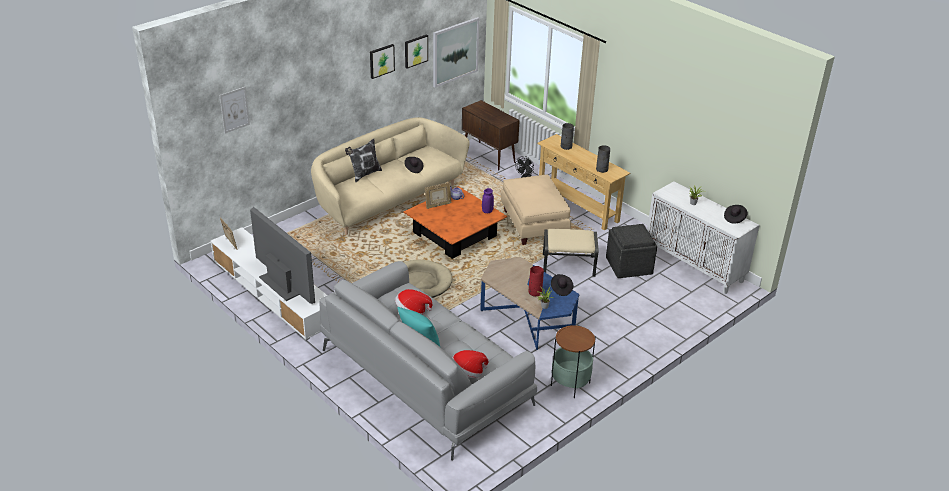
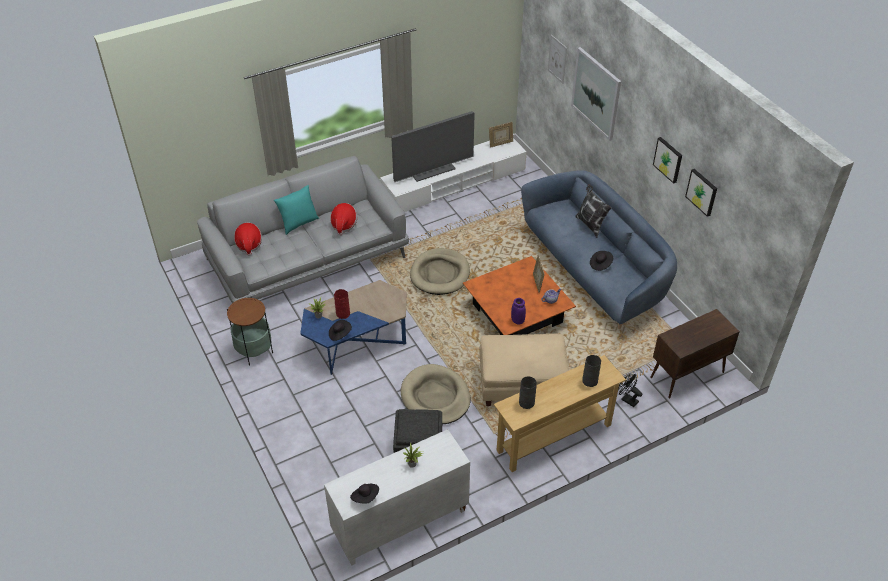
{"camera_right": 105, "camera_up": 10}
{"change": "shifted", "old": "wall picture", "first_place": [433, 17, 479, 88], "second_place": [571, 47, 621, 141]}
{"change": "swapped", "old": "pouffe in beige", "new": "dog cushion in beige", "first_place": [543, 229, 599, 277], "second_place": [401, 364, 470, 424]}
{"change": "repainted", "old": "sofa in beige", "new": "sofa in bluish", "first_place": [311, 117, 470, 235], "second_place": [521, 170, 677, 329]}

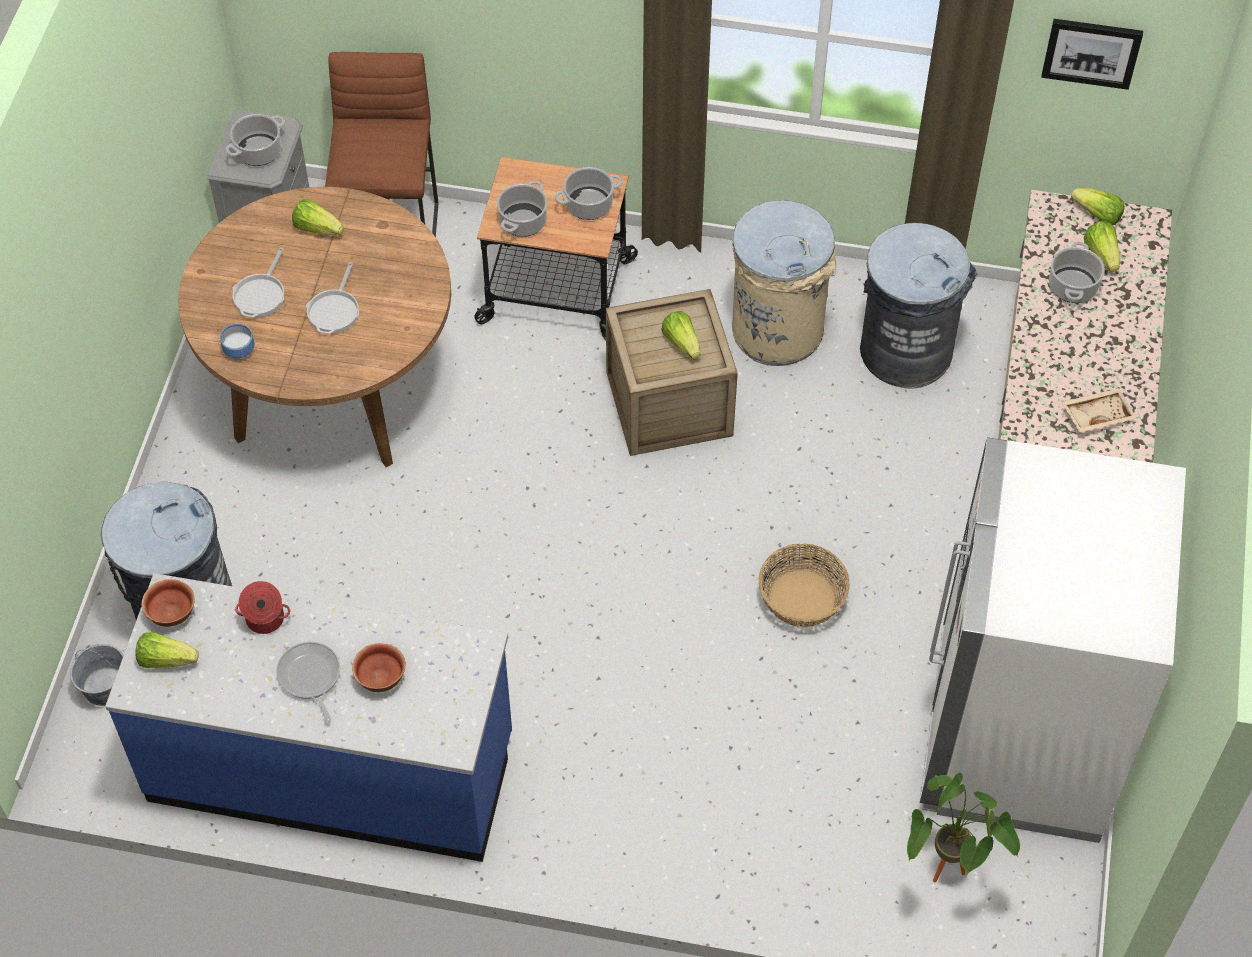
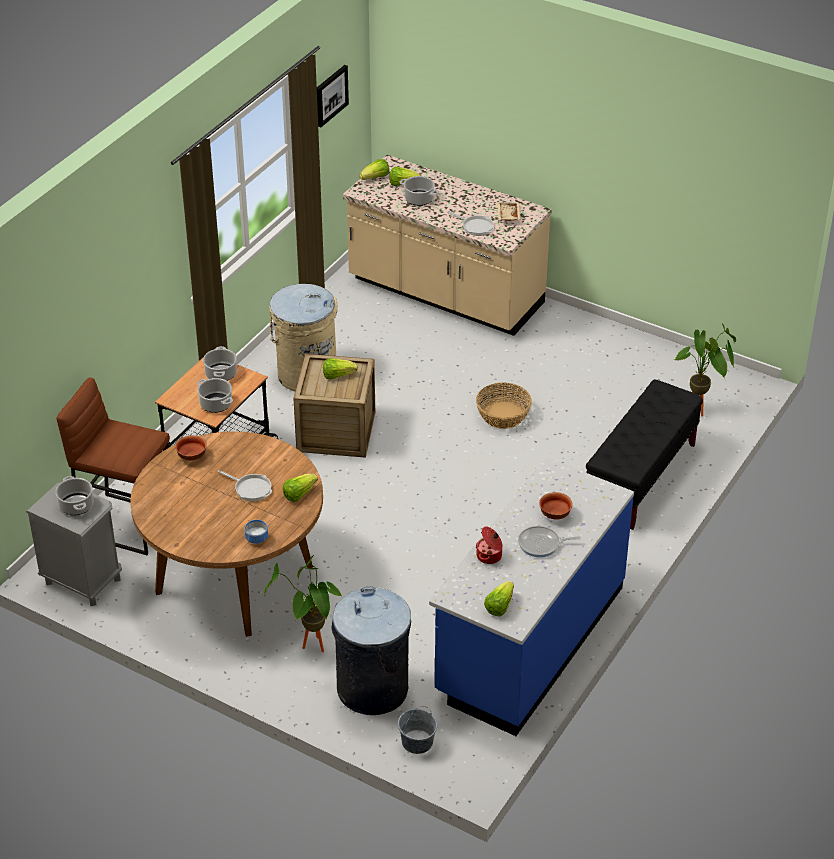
{"camera_right": -70, "camera_up": -15}
{"change": "gone", "old": "waste bin in gray", "first_place": [860, 223, 977, 389]}
{"change": "gone", "old": "refrigerator in white", "first_place": [920, 437, 1186, 843]}
{"change": "new", "new": "houseplant", "second_place": [264, 555, 343, 652]}
{"change": "new", "new": "long seat in black-coloured", "second_place": [586, 380, 703, 530]}
{"change": "shifted", "old": "bowl", "first_place": [141, 579, 195, 627], "second_place": [175, 435, 207, 461]}
{"change": "shifted", "old": "skillet", "first_place": [232, 248, 284, 318], "second_place": [447, 211, 495, 236]}
{"change": "shifted", "old": "head of lettuce", "first_place": [292, 199, 344, 235], "second_place": [283, 474, 318, 502]}

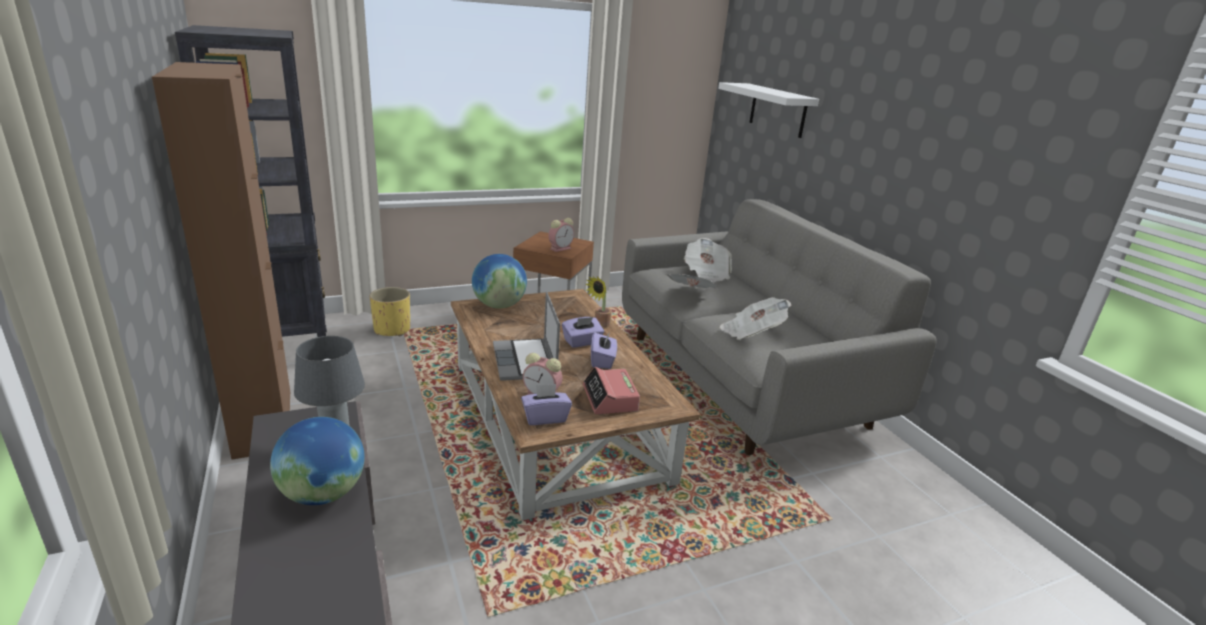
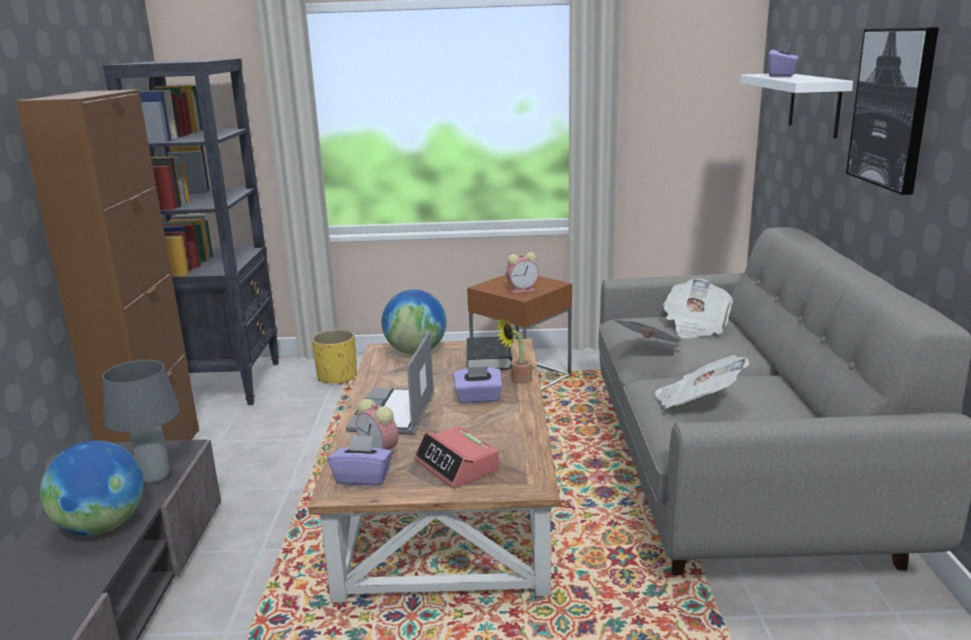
{"camera_right": 25, "camera_up": -5}
{"change": "new", "new": "book in black-coloured", "second_place": [467, 337, 512, 370]}
{"change": "new", "new": "wall picture", "second_place": [846, 27, 939, 195]}
{"change": "shifted", "old": "tissue box in purple", "first_place": [591, 333, 617, 369], "second_place": [768, 41, 799, 77]}
{"change": "rotated", "old": "bedside clock", "first_place": [583, 367, 640, 414], "second_place": [414, 426, 499, 488], "degrees": -45}

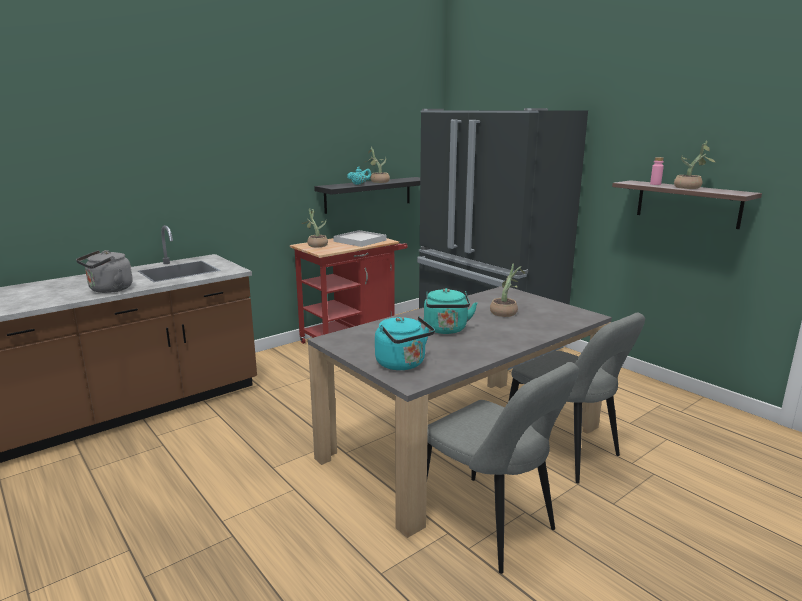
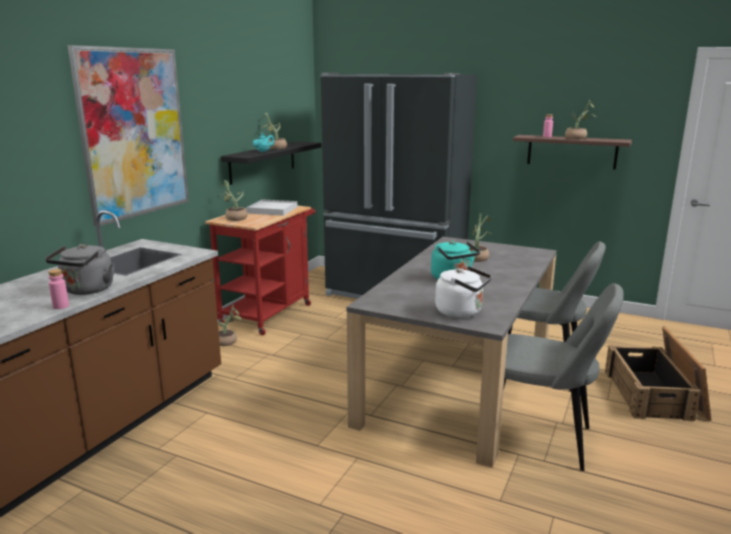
{"camera_right": -25, "camera_up": 0}
{"change": "new", "new": "beverage bottle in pink-coloured", "second_place": [48, 269, 69, 309]}
{"change": "new", "new": "wall picture", "second_place": [68, 45, 189, 227]}
{"change": "new", "new": "houseplant", "second_place": [218, 304, 242, 346]}
{"change": "new", "new": "shipping crate", "second_place": [605, 326, 711, 421]}
{"change": "repainted", "old": "tea kettle in blue-green", "new": "tea kettle in white", "first_place": [375, 316, 435, 370], "second_place": [435, 266, 492, 318]}

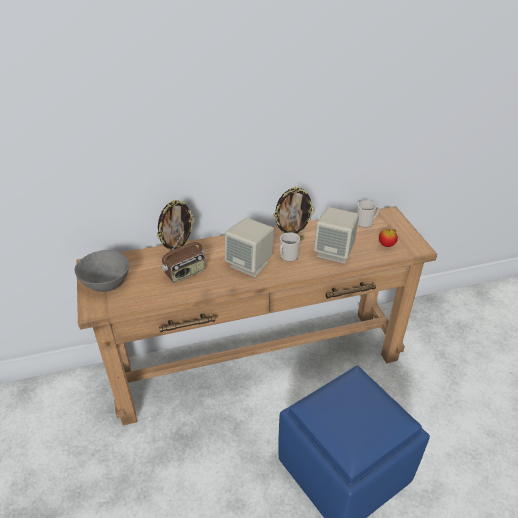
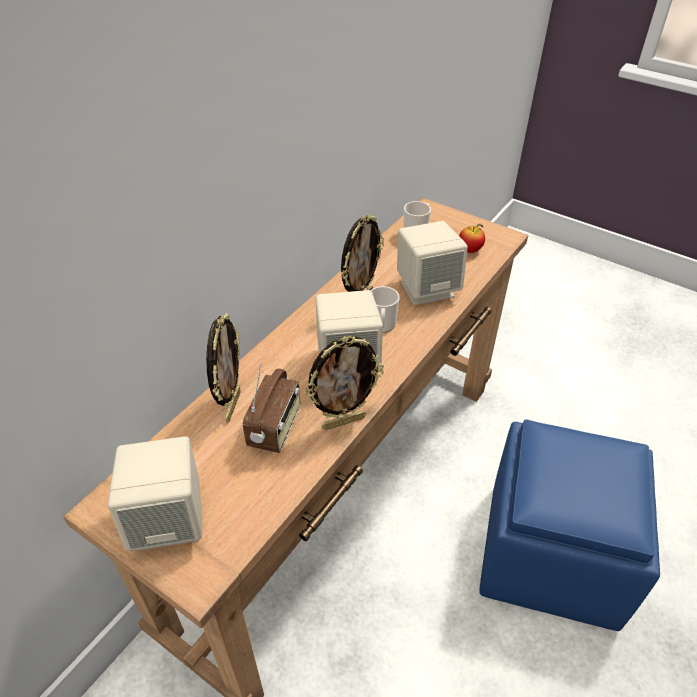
{"camera_right": -40, "camera_up": 5}
{"change": "new", "new": "standing frame", "second_place": [304, 336, 384, 430]}
{"change": "swapped", "old": "bowl in gray", "new": "loudspeaker in beige", "first_place": [74, 250, 129, 292], "second_place": [108, 436, 202, 551]}

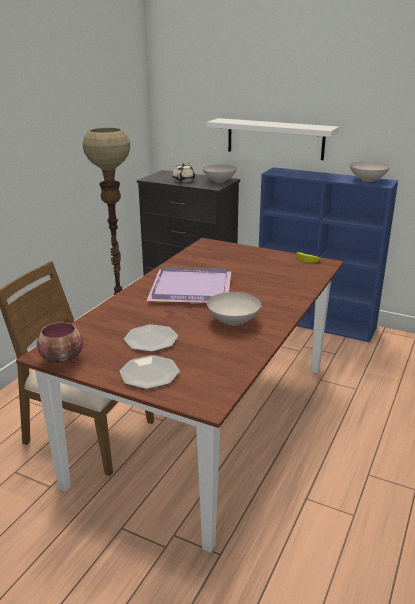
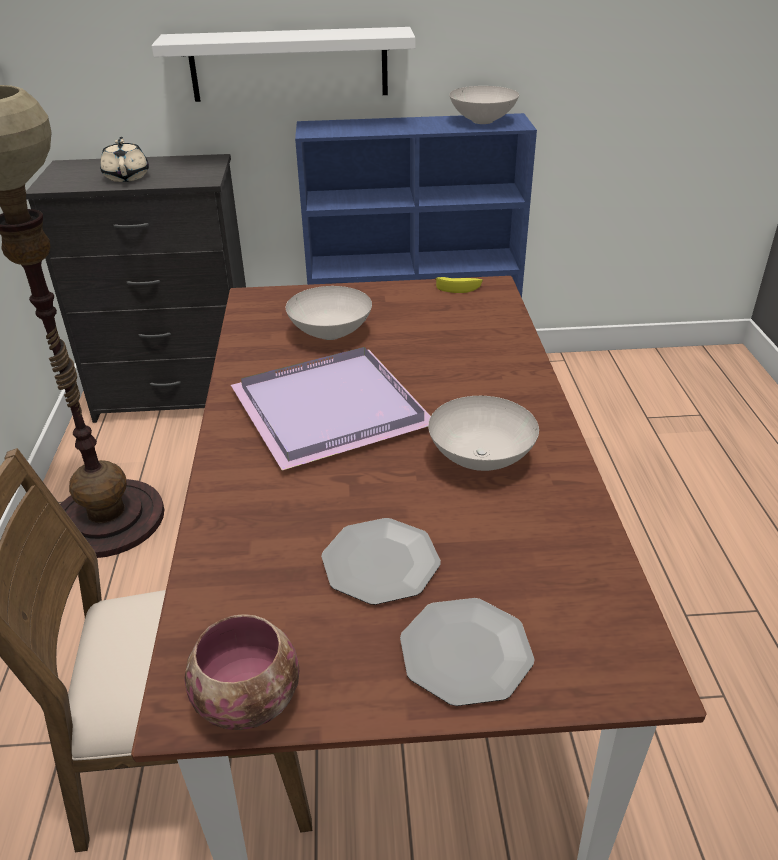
{"camera_right": -30, "camera_up": 10}
{"change": "shifted", "old": "bowl in white", "first_place": [202, 164, 237, 183], "second_place": [286, 286, 372, 340]}

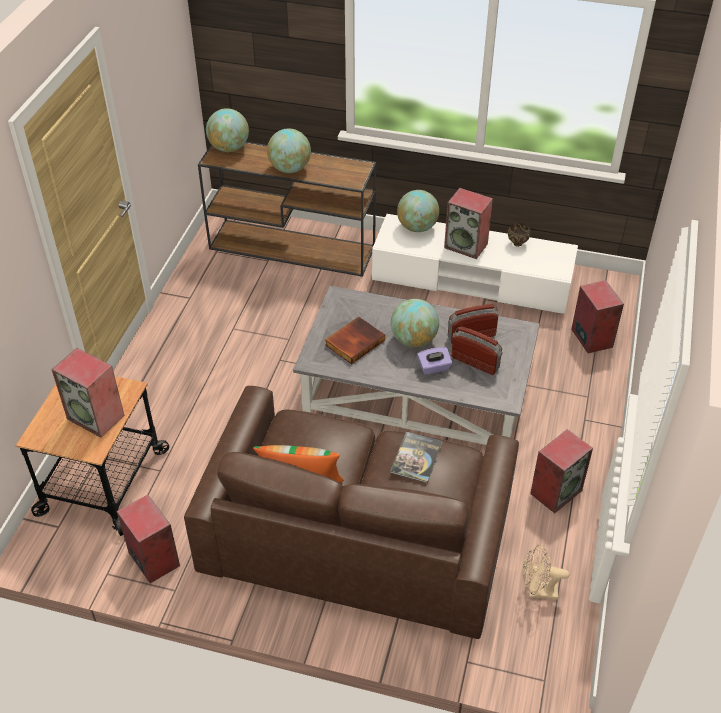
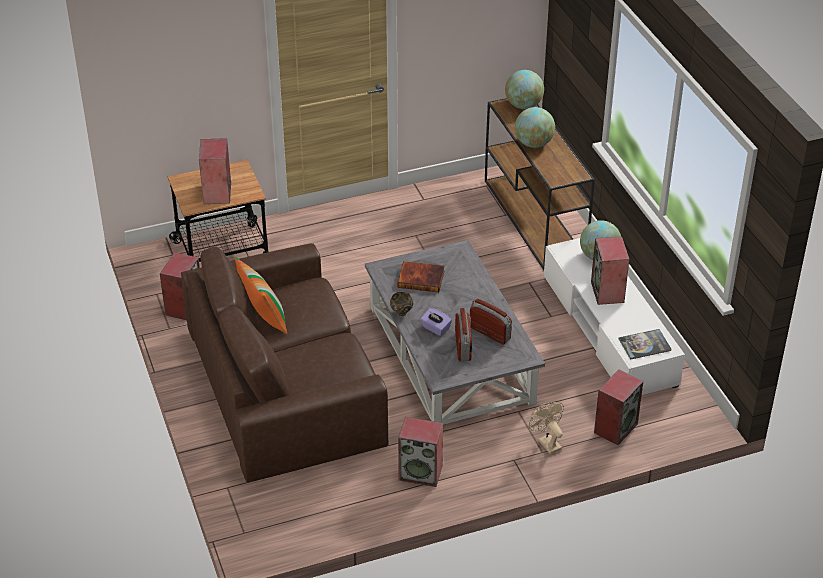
{"camera_right": 55, "camera_up": -5}
{"change": "gone", "old": "desk globe", "first_place": [391, 299, 439, 347]}
{"change": "shifted", "old": "book", "first_place": [390, 431, 443, 483], "second_place": [619, 329, 671, 360]}
{"change": "shifted", "old": "bowl in brown-coloured", "first_place": [508, 223, 531, 247], "second_place": [390, 292, 413, 316]}
{"change": "shifted", "old": "electric fan in beige", "first_place": [523, 544, 569, 599], "second_place": [529, 402, 564, 454]}

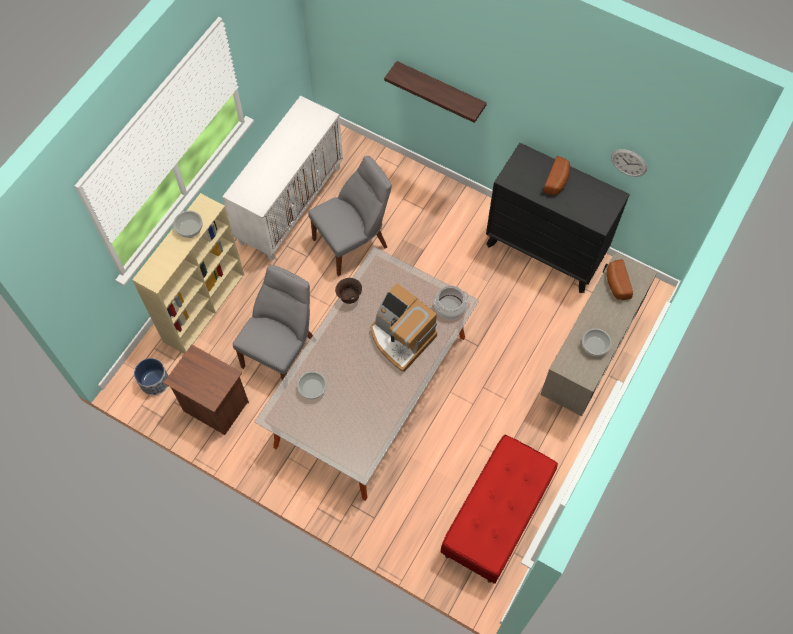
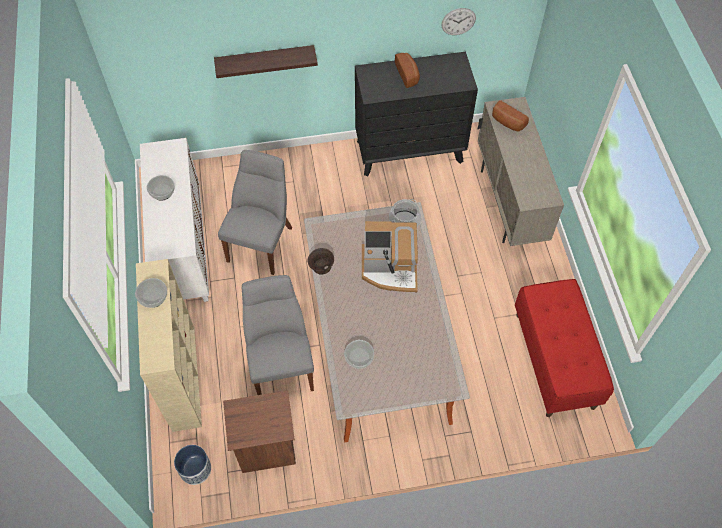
{"camera_right": -40, "camera_up": -5}
{"change": "shifted", "old": "bowl", "first_place": [582, 328, 612, 356], "second_place": [147, 175, 175, 201]}

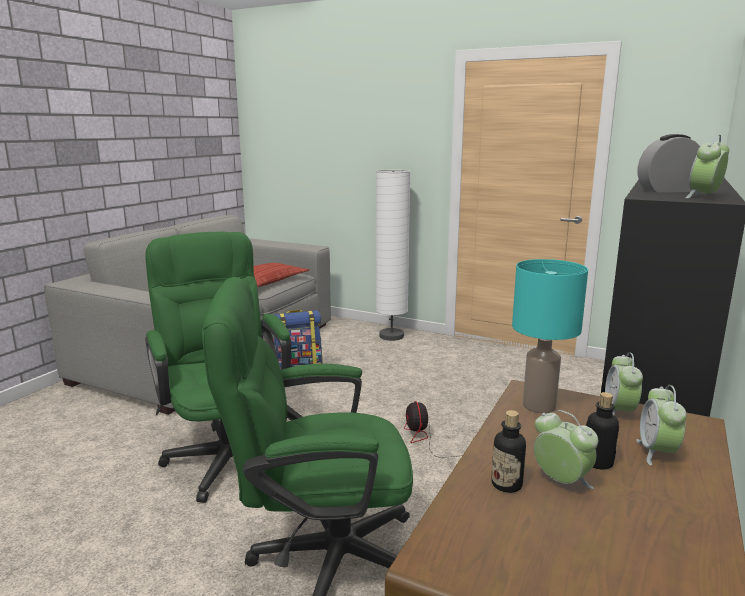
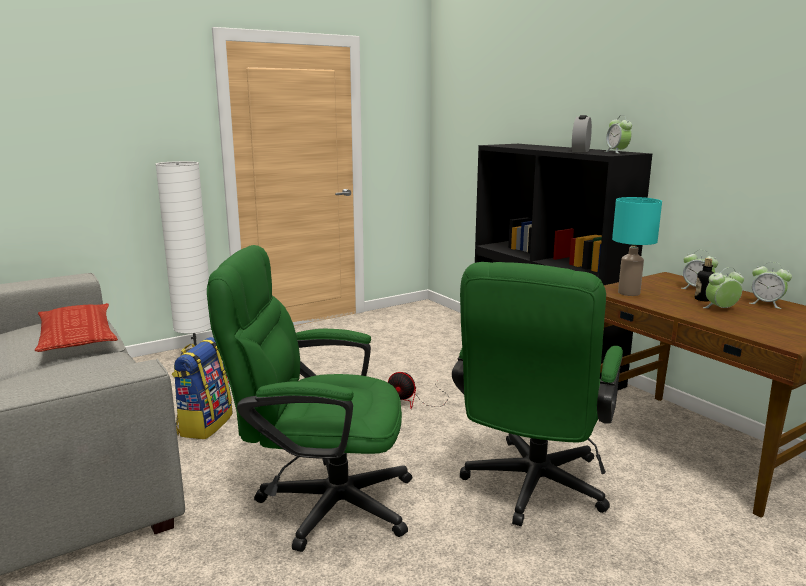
{"camera_right": -60, "camera_up": 0}
{"change": "gone", "old": "beverage bottle", "first_place": [491, 410, 526, 493]}
{"change": "shifted", "old": "bedside clock", "first_place": [605, 352, 643, 415], "second_place": [750, 262, 792, 309]}

